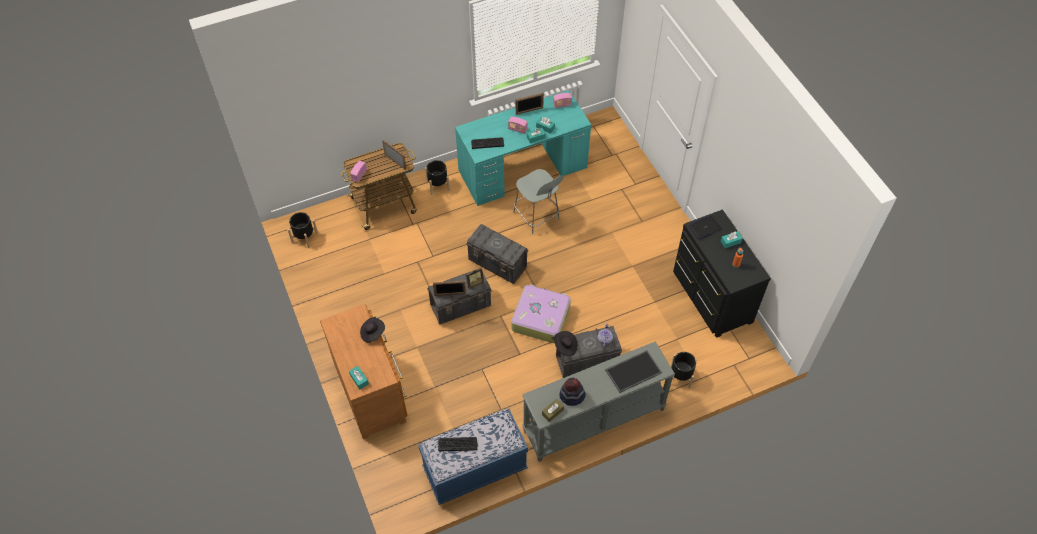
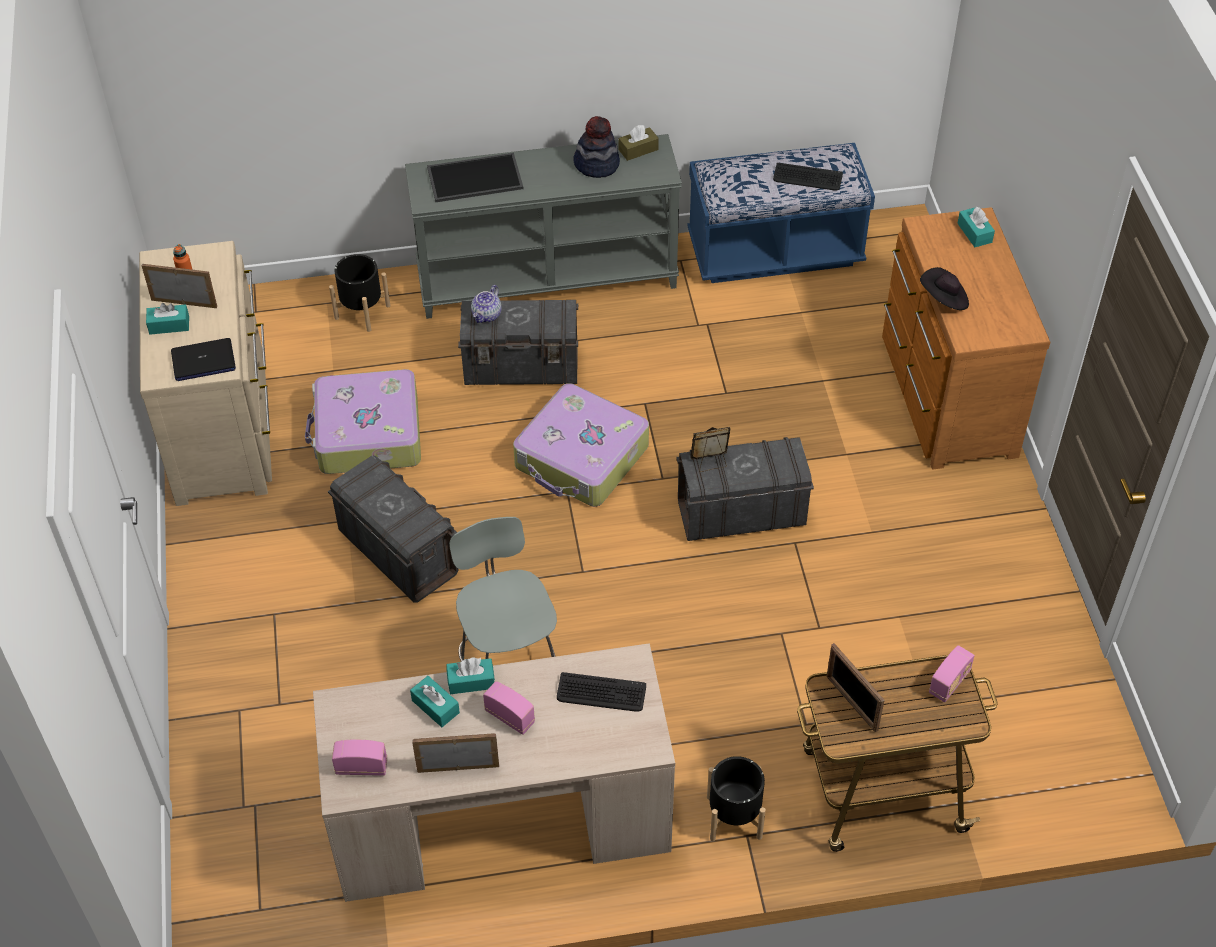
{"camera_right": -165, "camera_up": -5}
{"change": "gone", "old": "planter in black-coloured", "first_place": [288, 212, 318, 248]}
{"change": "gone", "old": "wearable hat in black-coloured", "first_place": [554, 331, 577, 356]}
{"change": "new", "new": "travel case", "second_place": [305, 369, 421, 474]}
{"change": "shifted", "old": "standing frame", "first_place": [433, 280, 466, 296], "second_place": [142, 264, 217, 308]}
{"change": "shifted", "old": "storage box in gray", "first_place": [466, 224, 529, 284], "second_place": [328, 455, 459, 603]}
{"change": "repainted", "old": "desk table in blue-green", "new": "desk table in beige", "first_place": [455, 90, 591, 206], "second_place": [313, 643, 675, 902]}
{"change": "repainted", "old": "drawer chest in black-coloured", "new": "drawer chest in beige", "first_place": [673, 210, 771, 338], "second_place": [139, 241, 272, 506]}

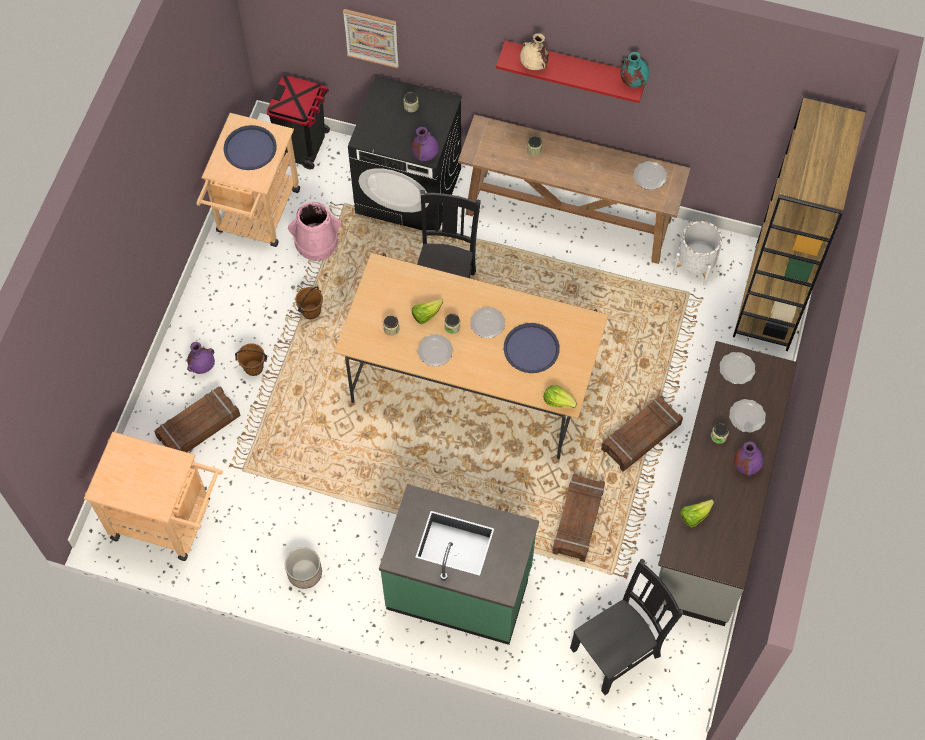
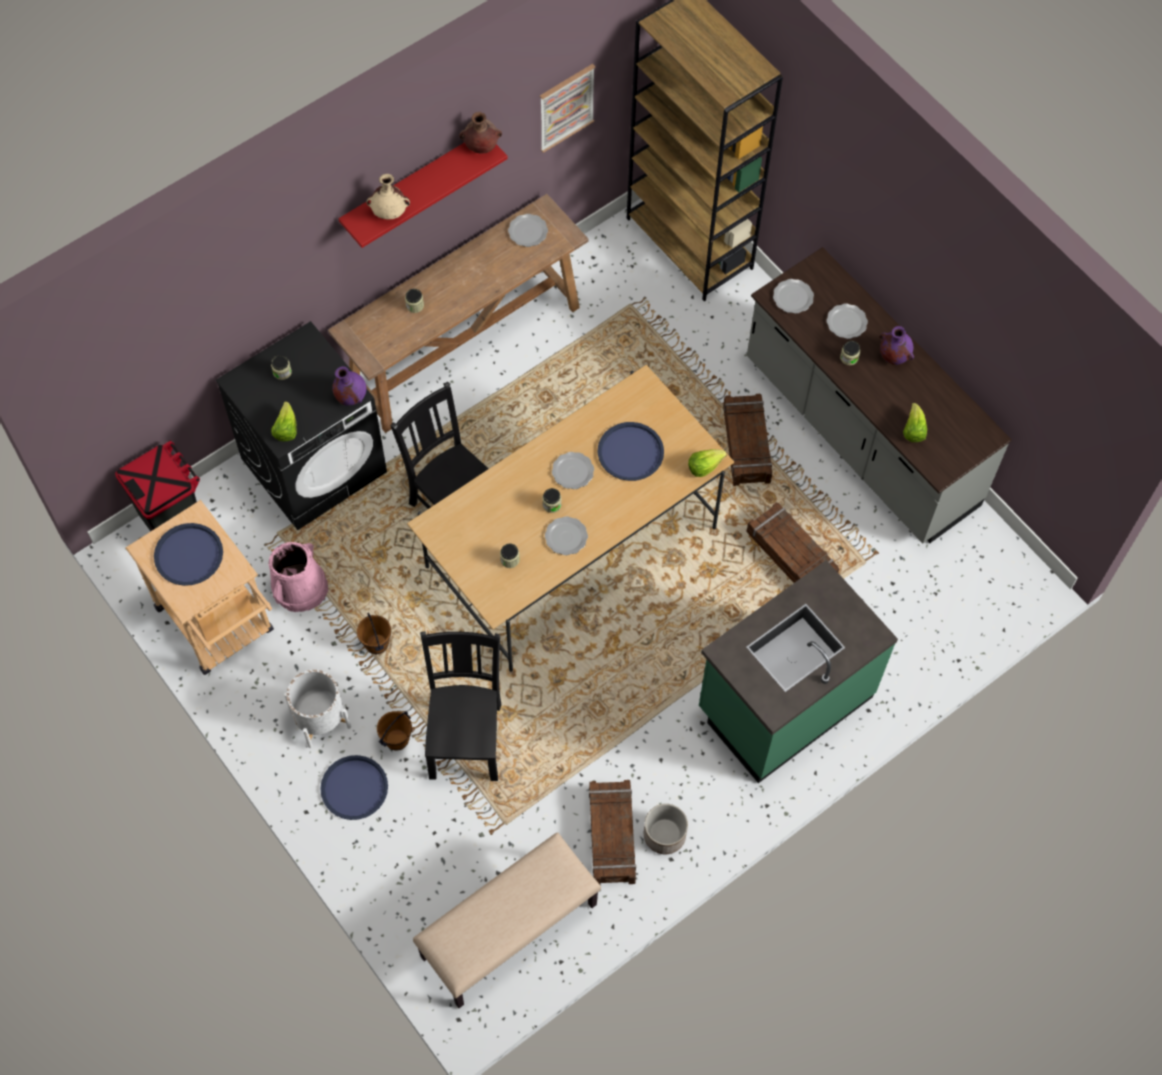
{"camera_right": -55, "camera_up": 0}
{"change": "shifted", "old": "shipping crate", "first_place": [154, 387, 241, 452], "second_place": [589, 780, 636, 884]}
{"change": "shifted", "old": "wall picture", "first_place": [343, 9, 399, 69], "second_place": [540, 64, 595, 153]}
{"change": "shifted", "old": "head of lettuce", "first_place": [412, 299, 443, 324], "second_place": [271, 402, 297, 441]}
{"change": "shifted", "old": "plain chair in black-coloured", "first_place": [570, 559, 684, 695], "second_place": [420, 631, 502, 781]}
{"change": "shifted", "old": "planter in white", "first_place": [673, 221, 723, 286], "second_place": [284, 670, 351, 748]}
{"change": "swapped", "old": "trolley in beige", "new": "long seat in beige", "first_place": [84, 431, 223, 561], "second_place": [413, 832, 601, 1008]}
{"change": "swapped", "old": "flower vase in purple", "new": "carrying tray in bluish", "first_place": [187, 342, 215, 374], "second_place": [320, 755, 388, 820]}
{"change": "repainted", "old": "flower vase in blue-green", "new": "flower vase in brown-coloured", "first_place": [620, 52, 649, 88], "second_place": [459, 112, 502, 154]}

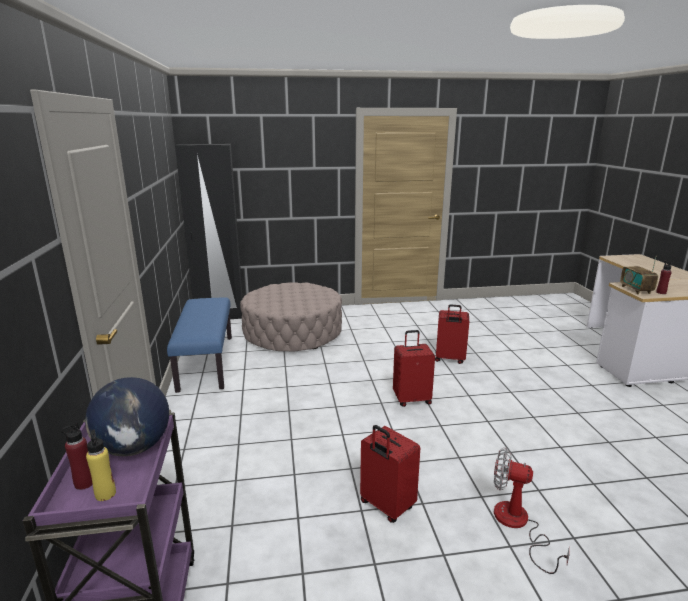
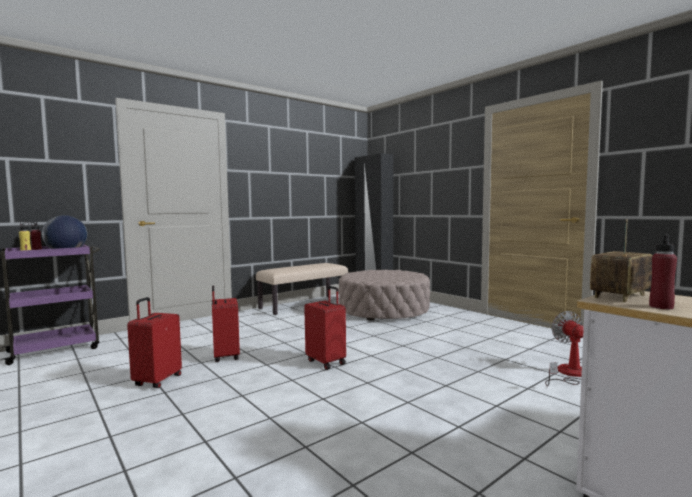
{"camera_right": 60, "camera_up": -15}
{"change": "shifted", "old": "travel case in reddish", "first_place": [435, 304, 469, 364], "second_place": [212, 286, 240, 362]}
{"change": "shifted", "old": "electric fan", "first_place": [494, 448, 570, 574], "second_place": [545, 311, 584, 387]}
{"change": "repainted", "old": "long seat in bluish", "new": "long seat in beige", "first_place": [167, 297, 232, 393], "second_place": [256, 263, 348, 315]}

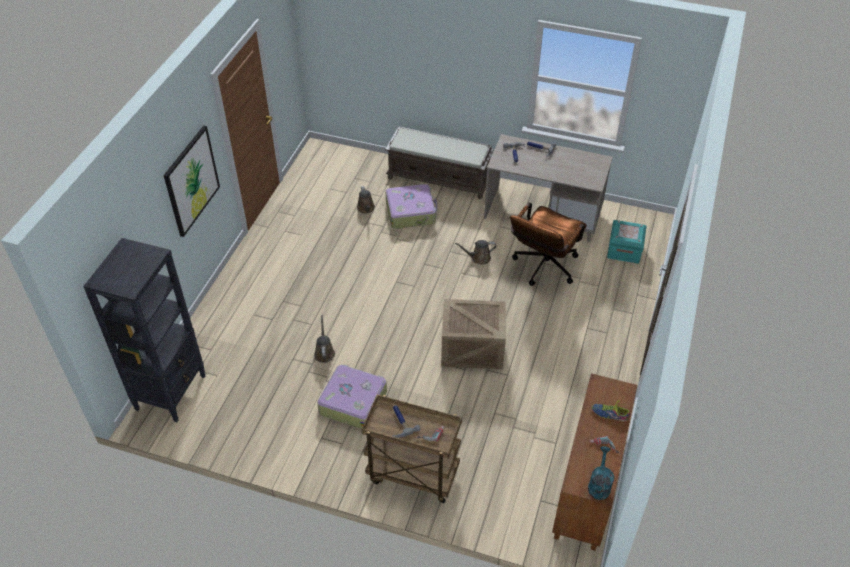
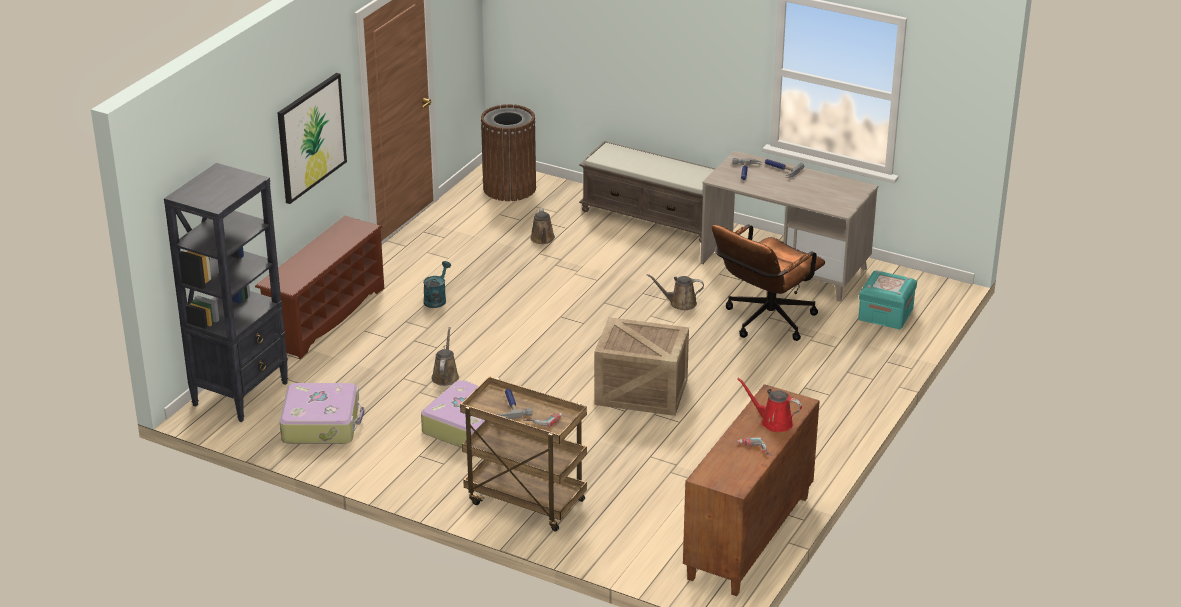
{"camera_right": 10, "camera_up": -15}
{"change": "new", "new": "shoe shelf in brown-coloured", "second_place": [255, 216, 384, 359]}
{"change": "new", "new": "waste bin in brown-coloured", "second_place": [481, 104, 536, 201]}
{"change": "shifted", "old": "travel case", "first_place": [386, 184, 437, 229], "second_place": [280, 383, 365, 444]}
{"change": "shifted", "old": "watering can in blue-green", "first_place": [588, 446, 614, 500], "second_place": [423, 261, 451, 308]}
{"change": "swapped", "old": "low shoe", "new": "watering can in reddish", "first_place": [592, 400, 630, 422], "second_place": [737, 378, 802, 432]}

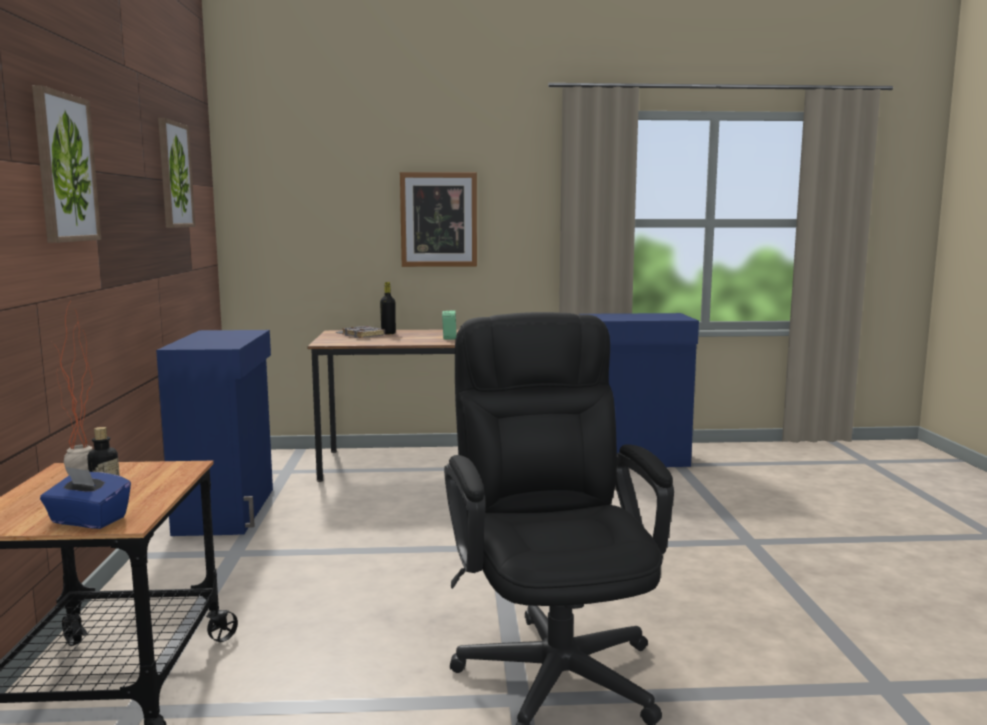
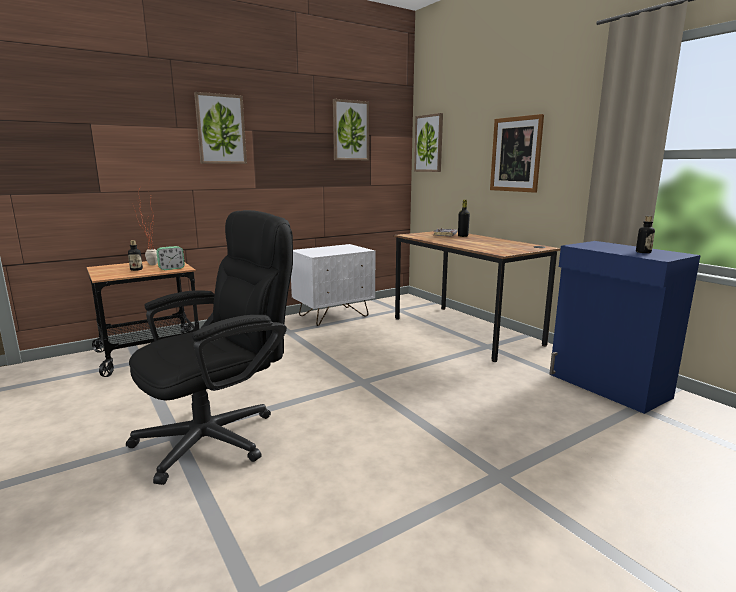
{"camera_right": 60, "camera_up": 5}
{"change": "gone", "old": "tissue box in bluish", "first_place": [40, 466, 131, 529]}
{"change": "new", "new": "wall picture", "second_place": [414, 113, 443, 172]}
{"change": "new", "new": "beverage bottle", "second_place": [636, 216, 655, 253]}
{"change": "shifted", "old": "bedside clock", "first_place": [442, 310, 457, 340], "second_place": [156, 246, 185, 270]}
{"change": "swapped", "old": "cupboard in bluish", "new": "nightstand in white", "first_place": [156, 330, 273, 536], "second_place": [291, 244, 375, 326]}

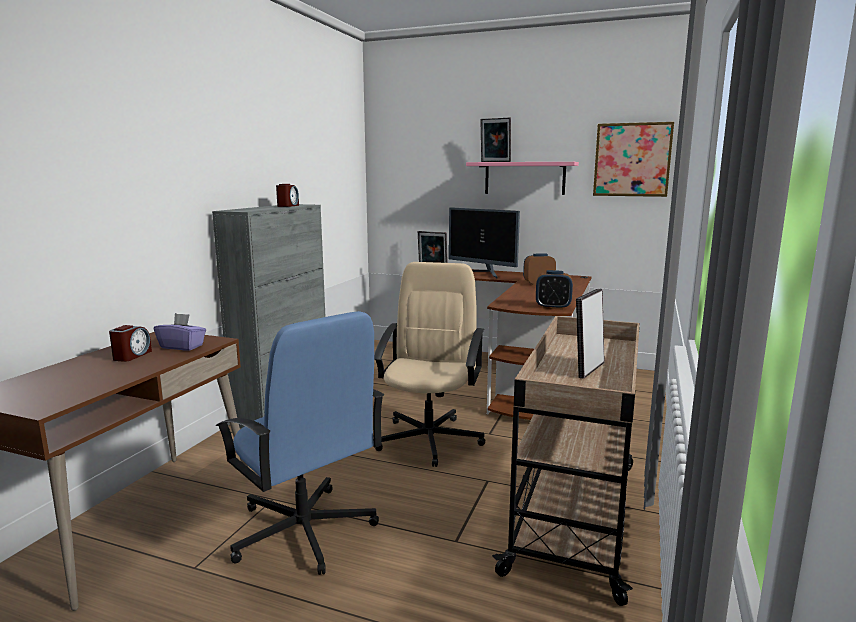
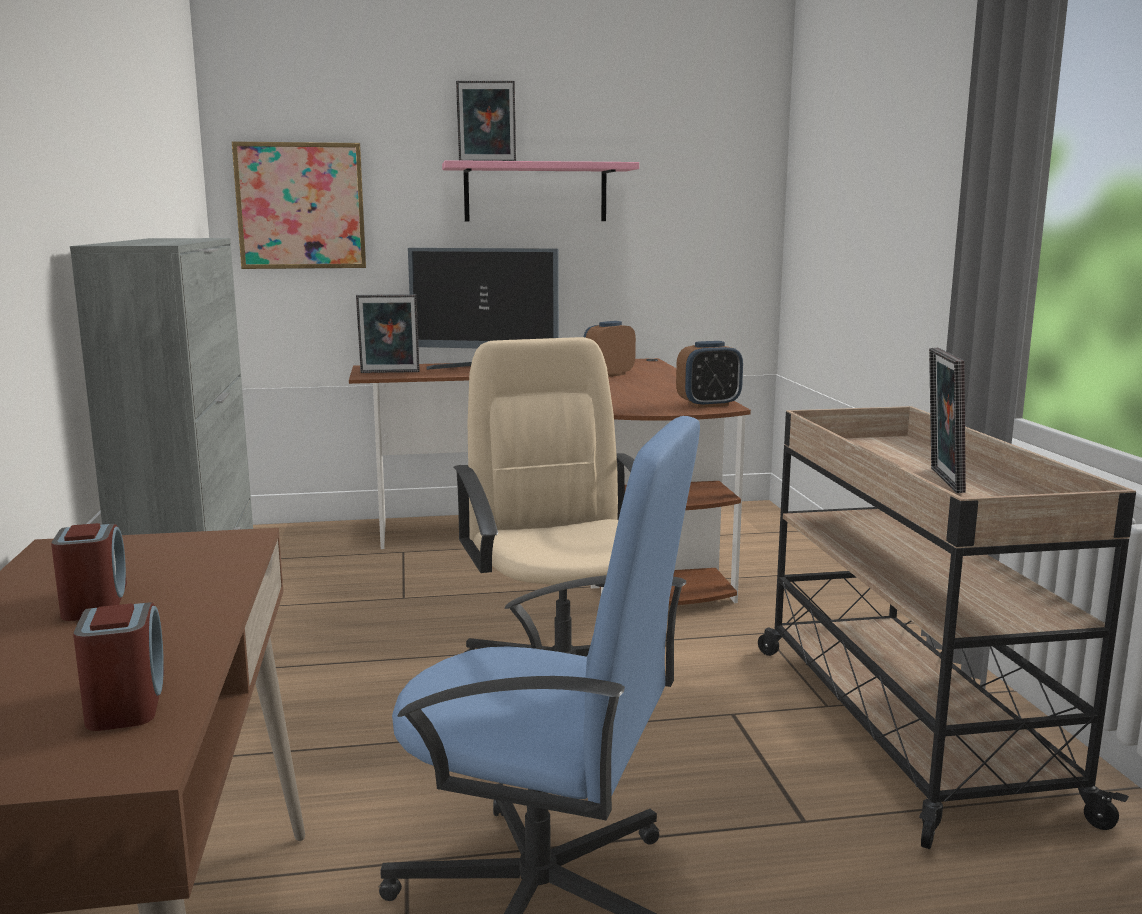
{"camera_right": -30, "camera_up": 0}
{"change": "gone", "old": "tissue box in purple", "first_place": [154, 313, 206, 351]}
{"change": "shifted", "old": "bedside clock", "first_place": [276, 184, 299, 207], "second_place": [73, 602, 164, 731]}
{"change": "shifted", "old": "wall picture", "first_place": [593, 122, 674, 197], "second_place": [232, 141, 366, 269]}

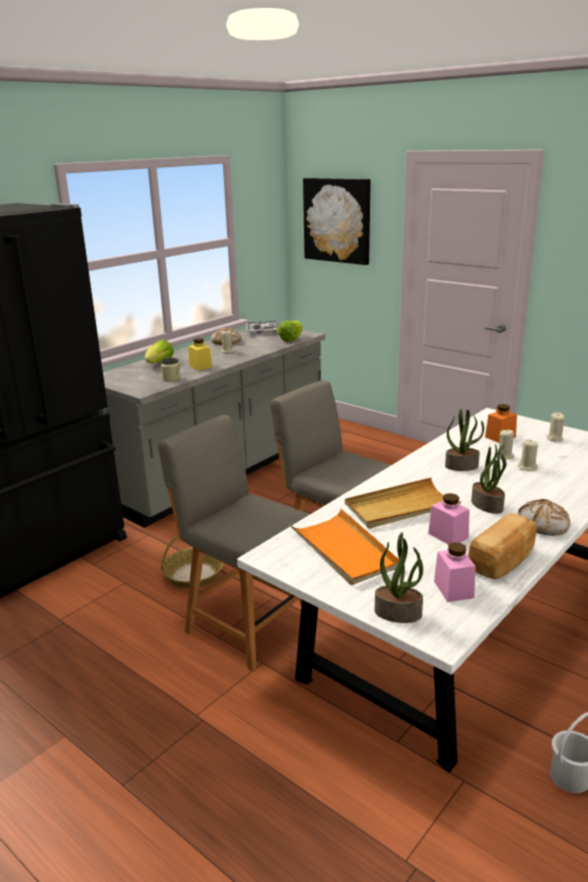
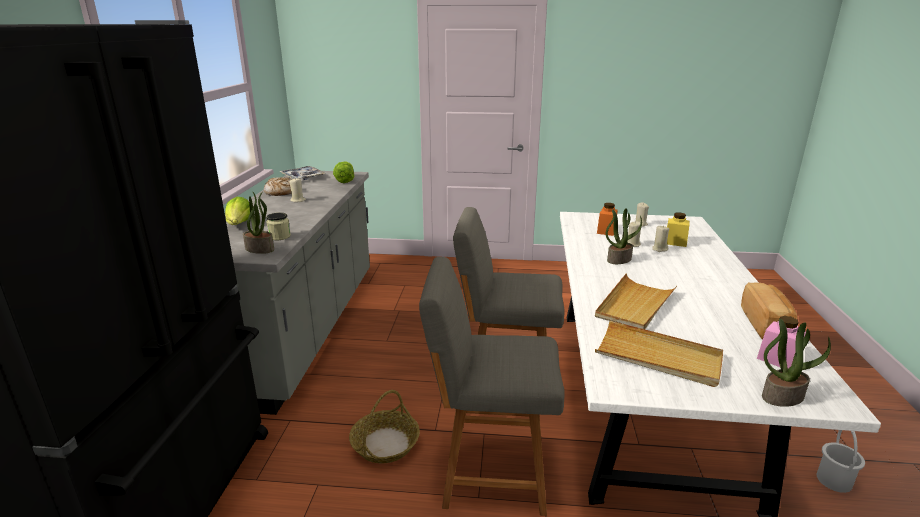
{"camera_right": -35, "camera_up": 0}
{"change": "gone", "old": "wall picture", "first_place": [303, 178, 371, 265]}
{"change": "gone", "old": "preserve jar in pink-coloured", "first_place": [428, 493, 470, 544]}
{"change": "gone", "old": "baked bread", "first_place": [518, 499, 570, 536]}
{"change": "shifted", "old": "preserve jar in yellow-coloured", "first_place": [188, 338, 212, 371], "second_place": [667, 212, 690, 247]}
{"change": "shifted", "old": "houseplant", "first_place": [471, 444, 507, 514], "second_place": [243, 192, 274, 254]}
{"change": "repainted", "old": "carrying tray in orange", "new": "carrying tray in beige", "first_place": [290, 509, 399, 585], "second_place": [595, 321, 723, 387]}

